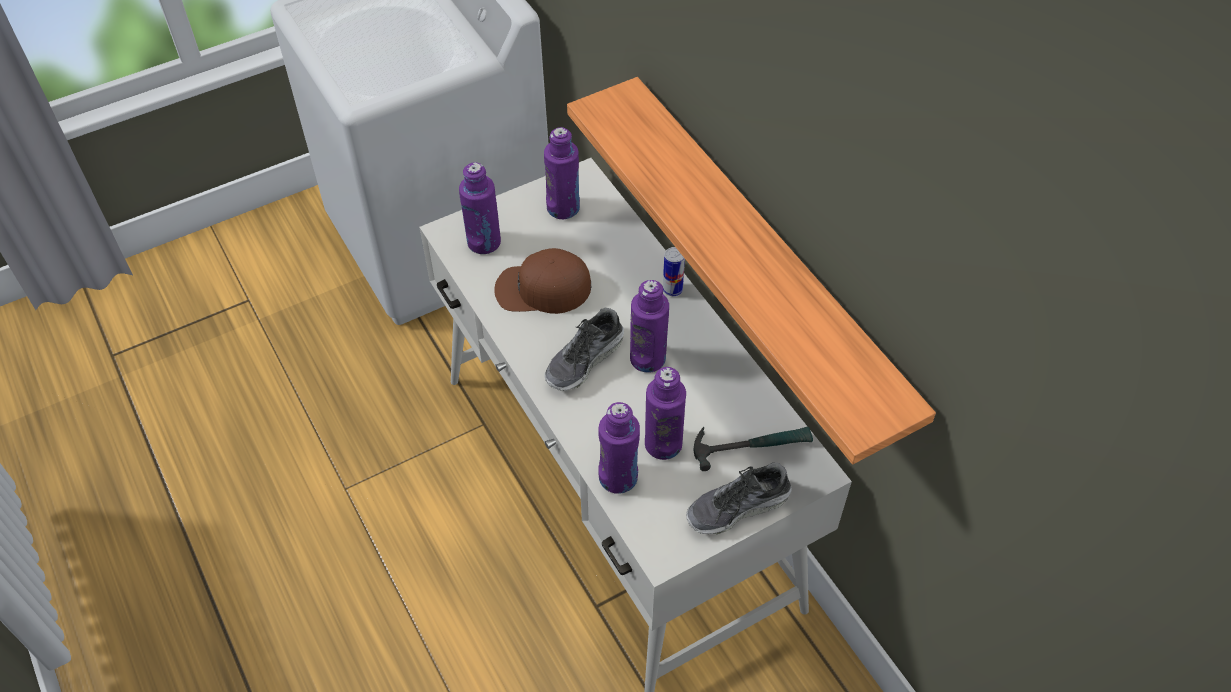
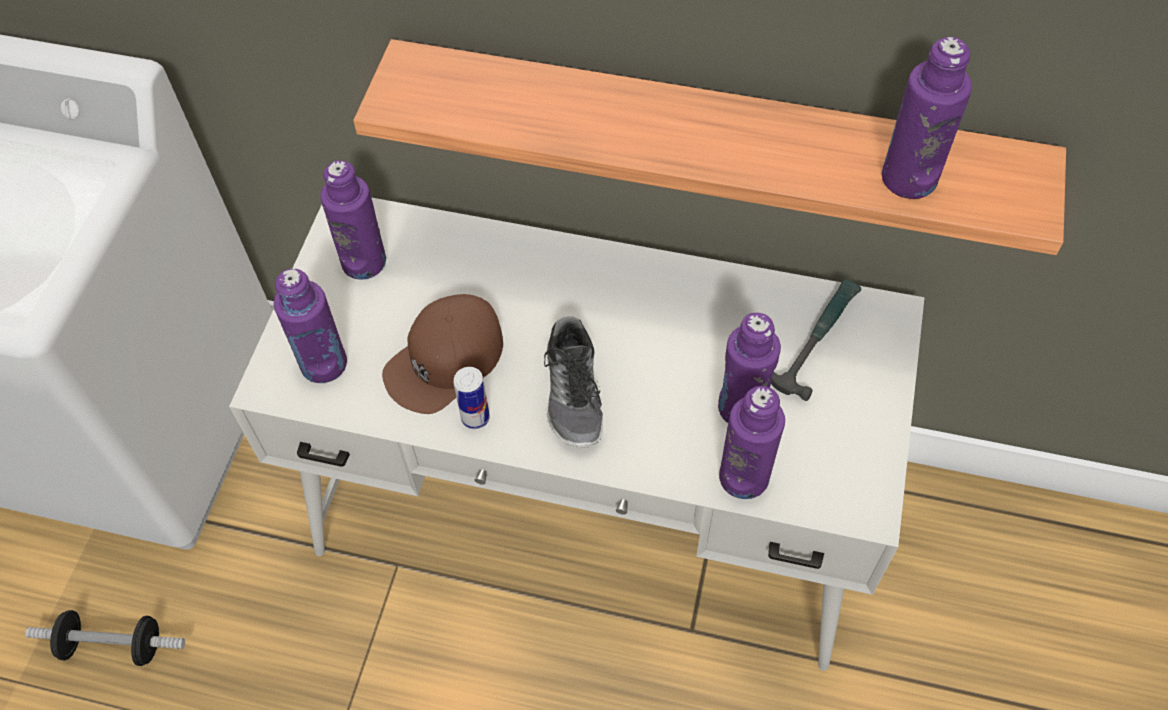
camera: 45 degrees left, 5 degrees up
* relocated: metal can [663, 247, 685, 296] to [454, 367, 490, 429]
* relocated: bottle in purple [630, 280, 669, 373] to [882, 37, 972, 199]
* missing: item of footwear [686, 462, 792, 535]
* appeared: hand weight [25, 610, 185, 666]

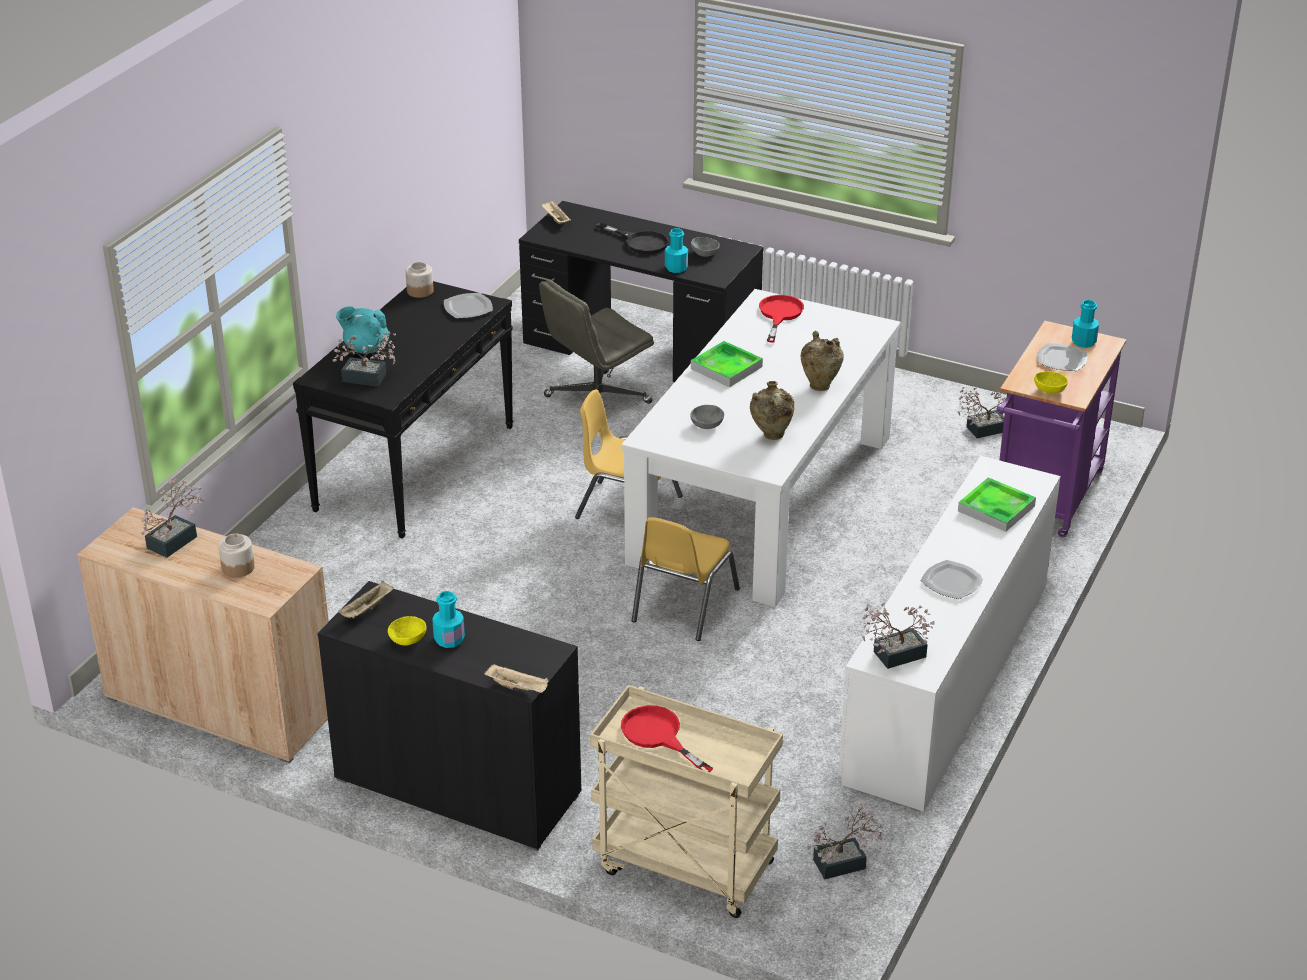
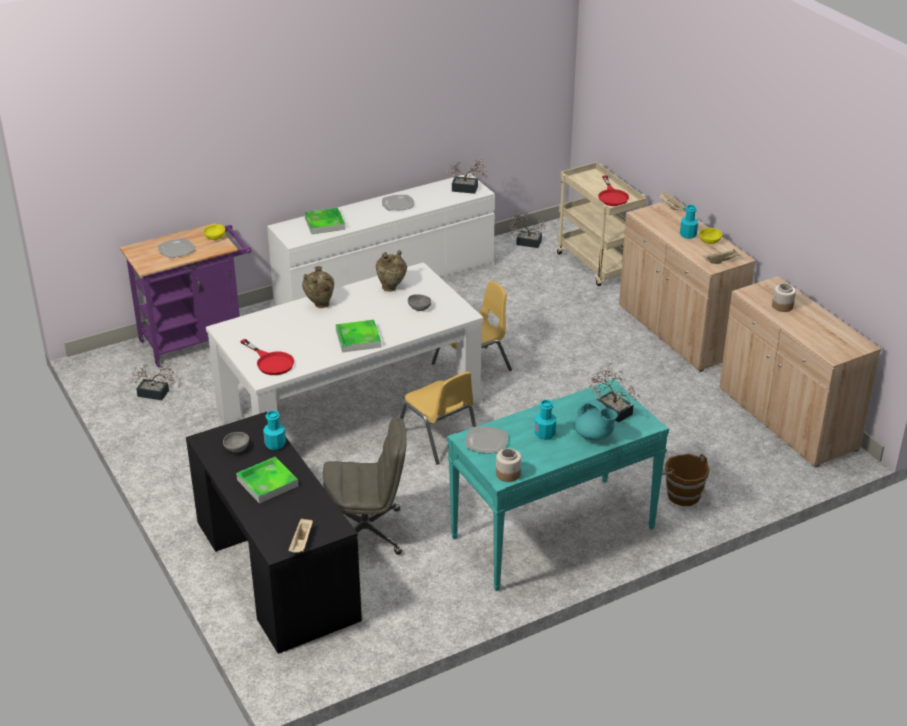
camera: 145 degrees left, 0 degrees up
* exchanged: skillet in blackish [596, 222, 669, 254] to carrying tray [236, 457, 298, 504]
* colour: narrow table in blackish [293, 281, 514, 539] to narrow table in blue-green [447, 379, 669, 591]
* spun: skillet in reddish [759, 295, 804, 343] = [240, 339, 294, 375] 90 degrees counterclockwise
* relocated: bottle in blue-green [1072, 300, 1099, 348] to [535, 400, 556, 440]
* missing: plant in a pot [141, 478, 204, 558]
* colour: cabinet in blackish [317, 581, 581, 851] to cabinet in sand-coloured [619, 201, 756, 372]
* appeared: water bucket in brown [662, 454, 710, 506]

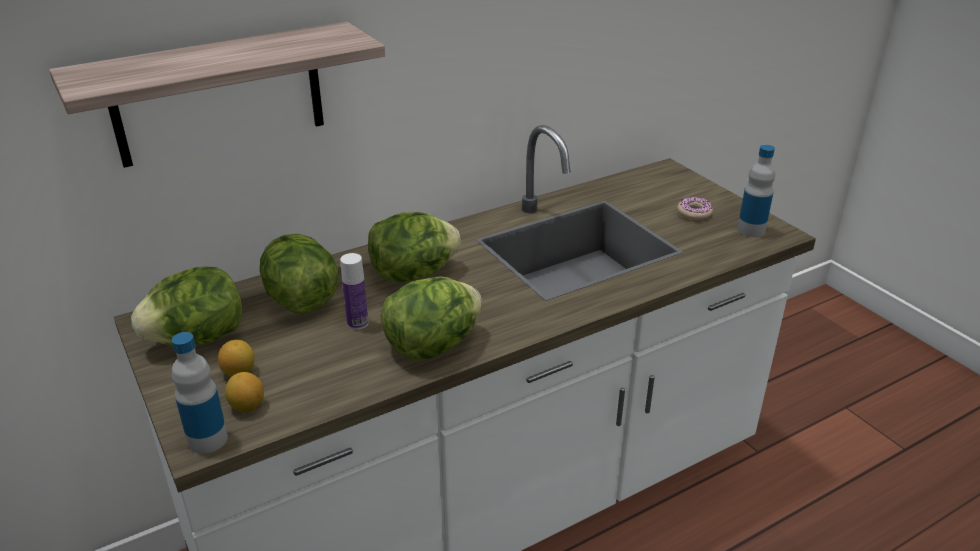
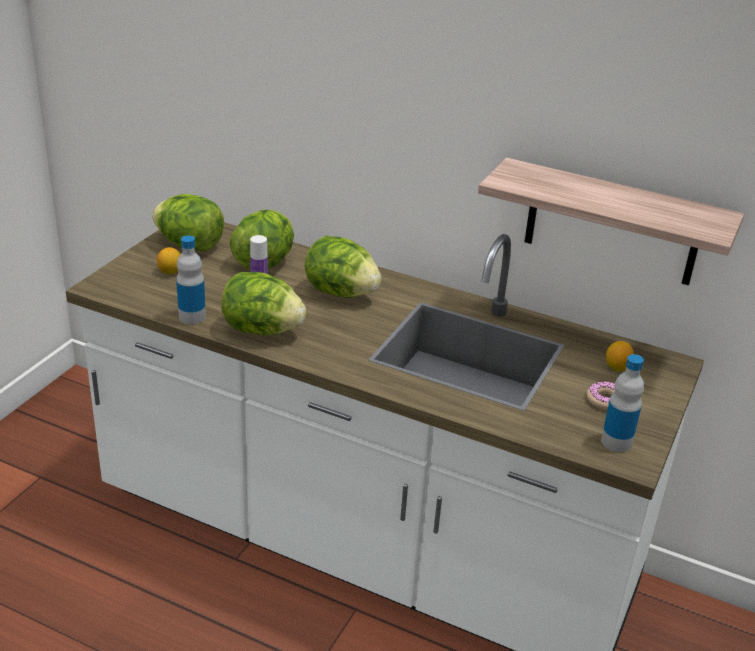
camera: 55 degrees right, 0 degrees up
* relocated: shelf [49, 22, 385, 168] to [478, 158, 744, 286]
* relocated: bottle [172, 332, 228, 454] to [176, 235, 206, 324]
* relocated: whole lemon [225, 372, 264, 412] to [606, 341, 634, 371]

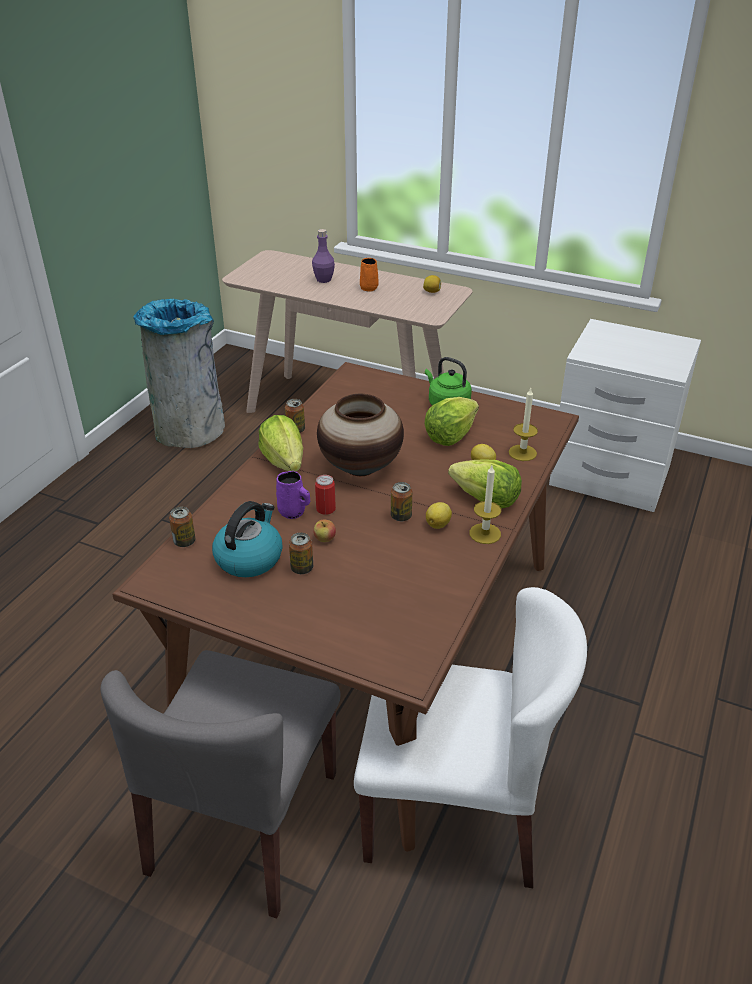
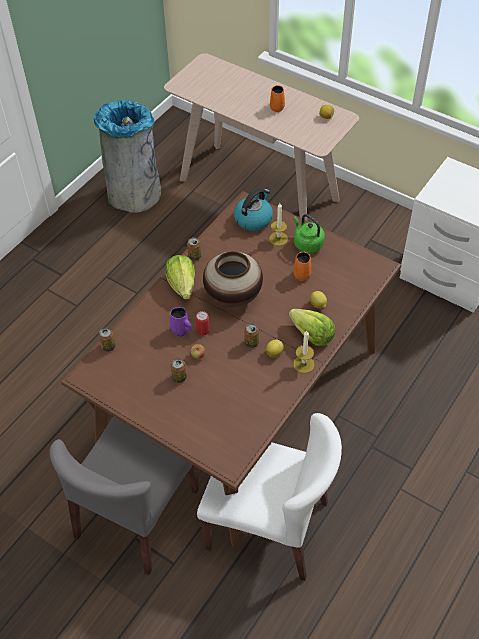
camera: 10 degrees right, 15 degrees up
* missing: bottle in purple [312, 229, 335, 283]
* relocated: wax candle [509, 388, 538, 461] to [269, 203, 288, 246]
* exchanged: head of lettuce [425, 397, 479, 446] to coffee mug in orange-coloured [293, 251, 311, 281]
* relocated: water kettle [212, 501, 283, 577] to [234, 189, 273, 231]

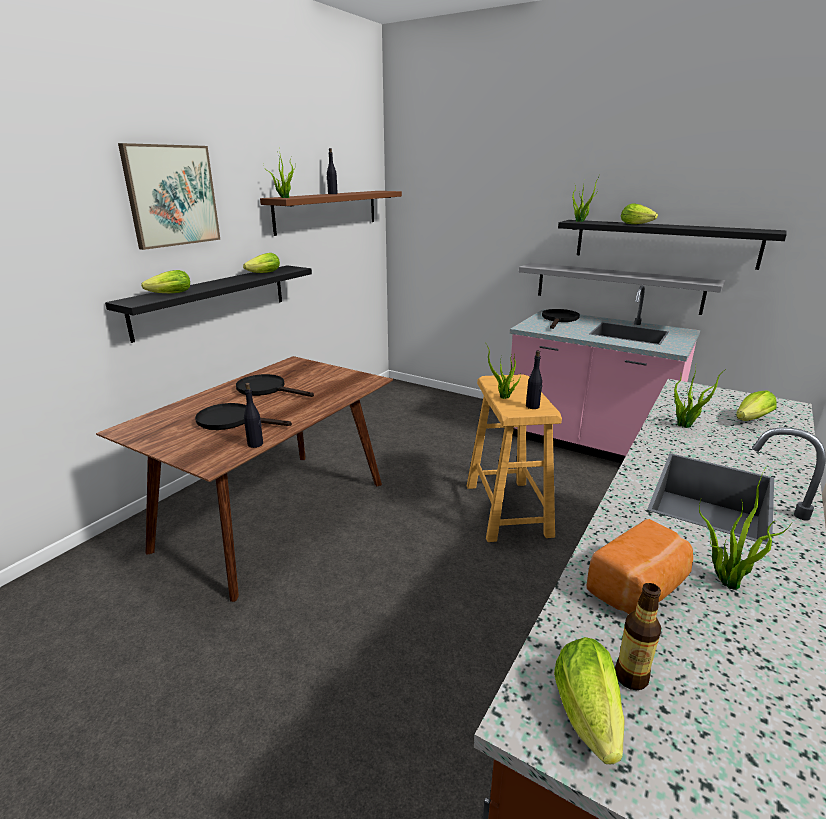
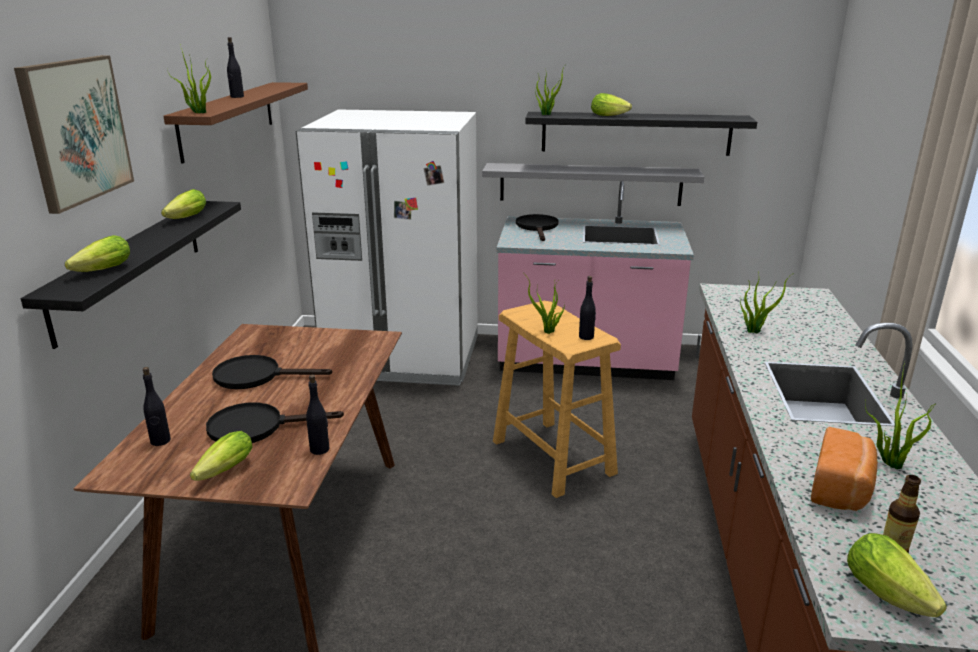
camera: 25 degrees left, 0 degrees up
* relocated: head of lettuce [736, 390, 777, 421] to [190, 431, 253, 481]
* appeared: refrigerator in white [296, 110, 478, 386]
* appeared: bottle in blackish [143, 367, 171, 446]

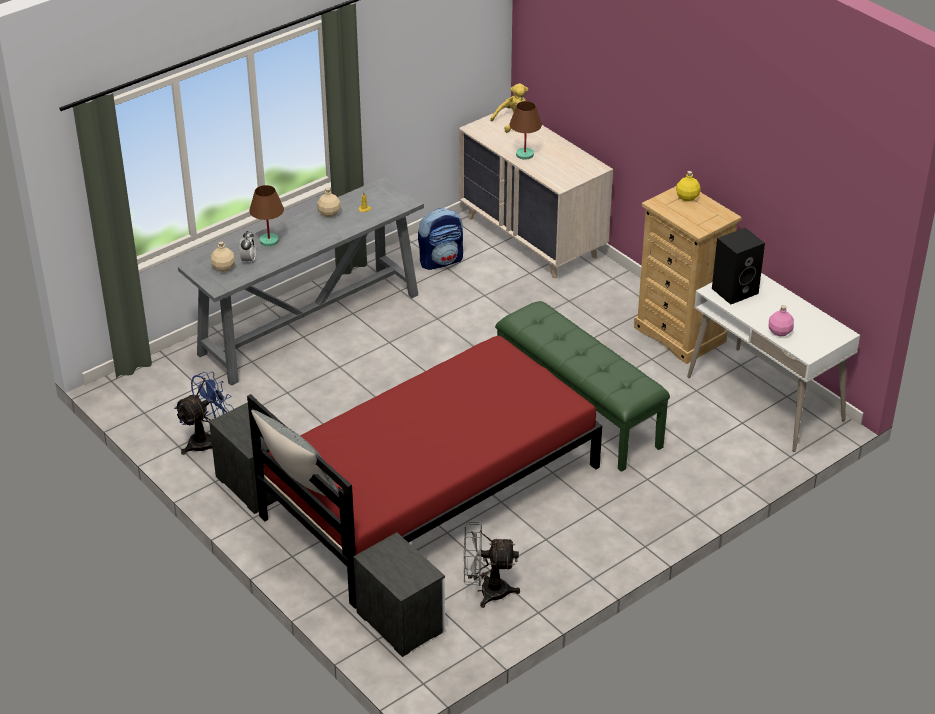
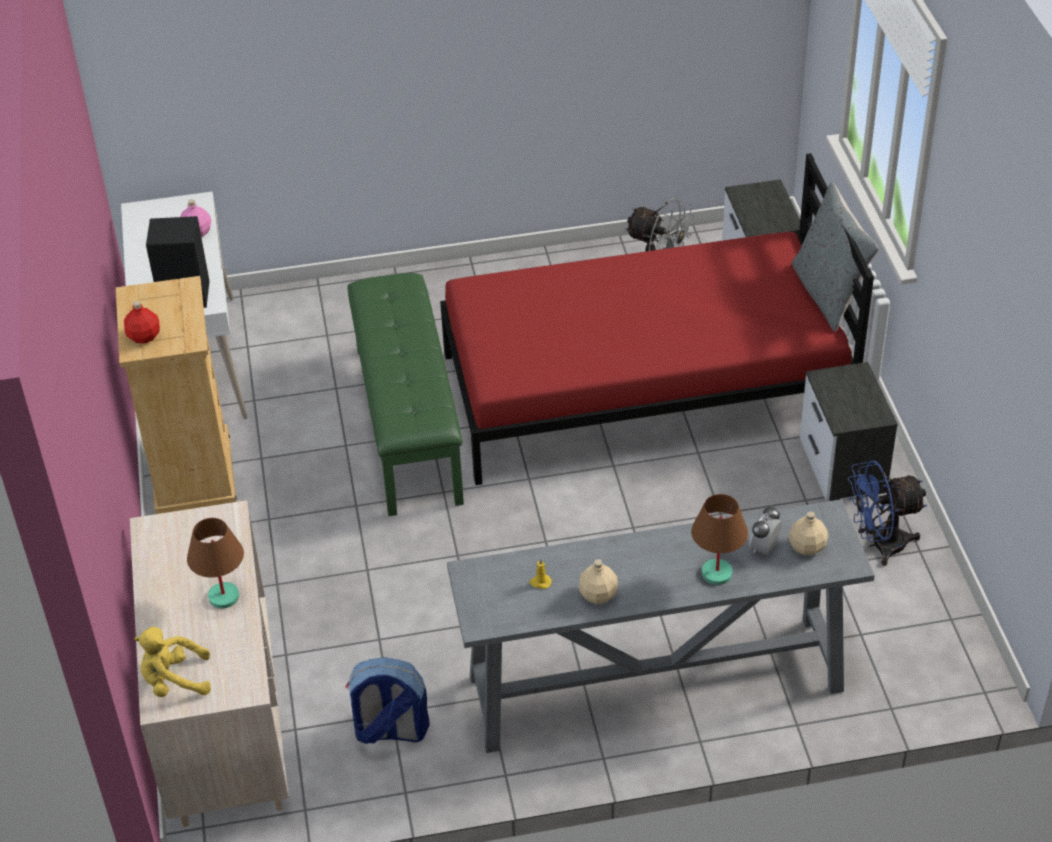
camera: 150 degrees left, 5 degrees up
* colour: bottle in yellow [676, 171, 701, 201] to bottle in reddish [124, 301, 160, 344]

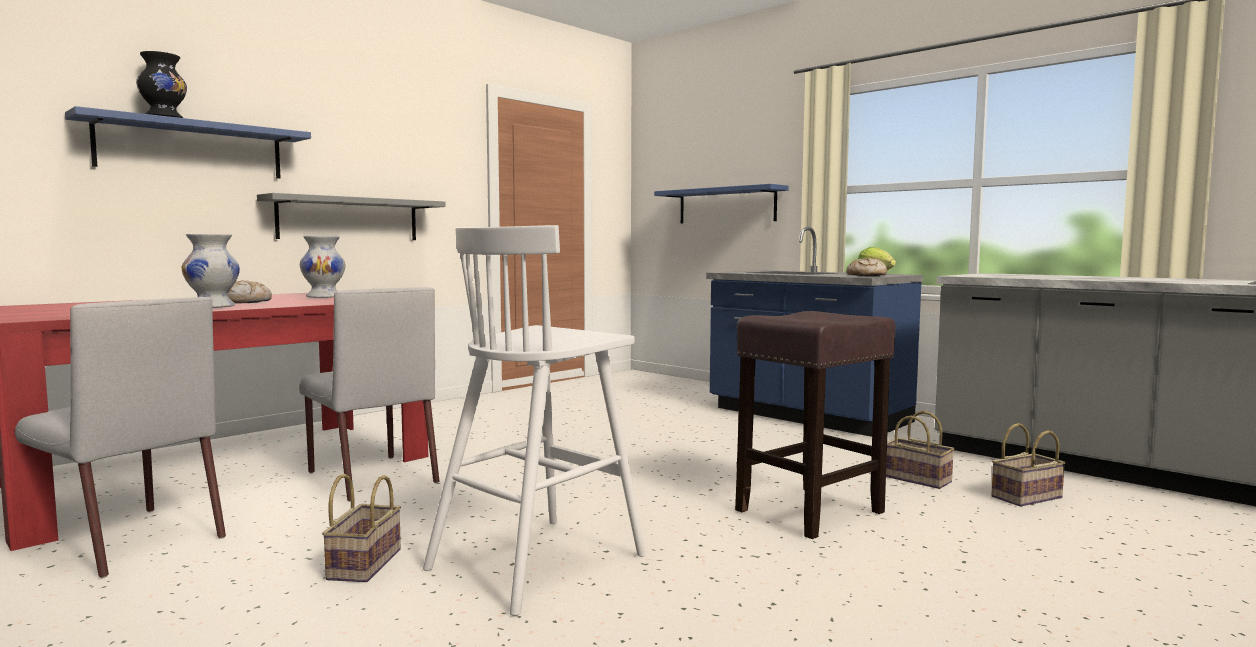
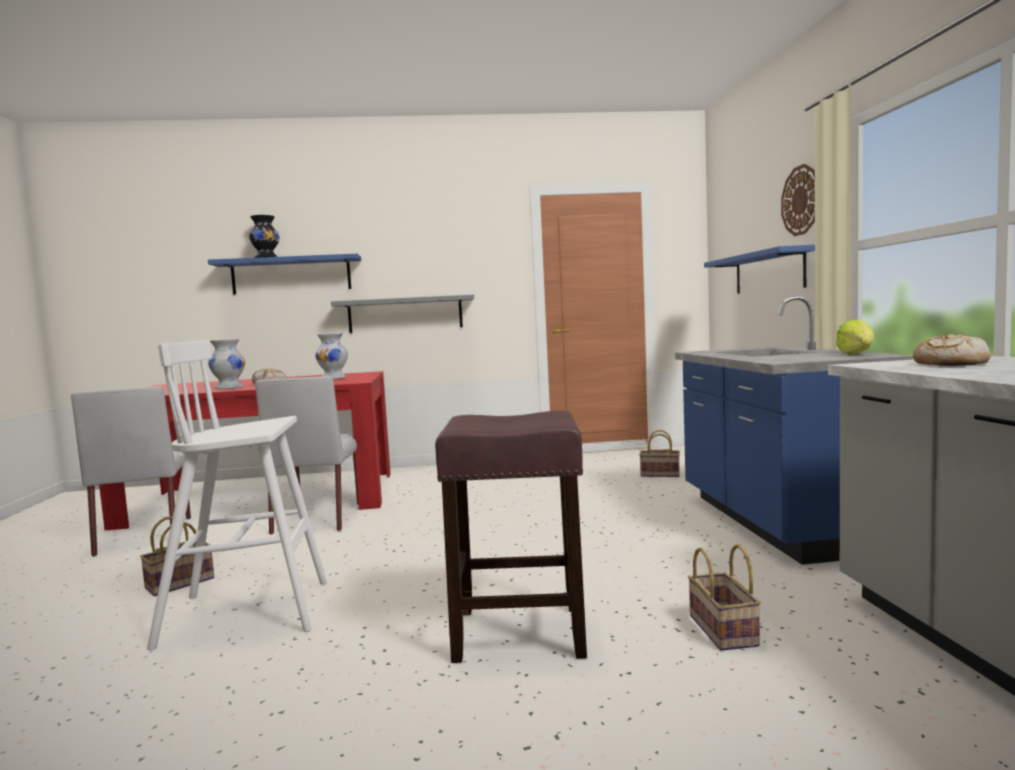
camera: 40 degrees right, 0 degrees up
* relocated: bakery bread [846, 258, 887, 276] to [913, 334, 991, 366]
* relocated: storage basket [991, 423, 1066, 507] to [639, 430, 680, 477]
* appeared: hanging clock [781, 164, 815, 236]

